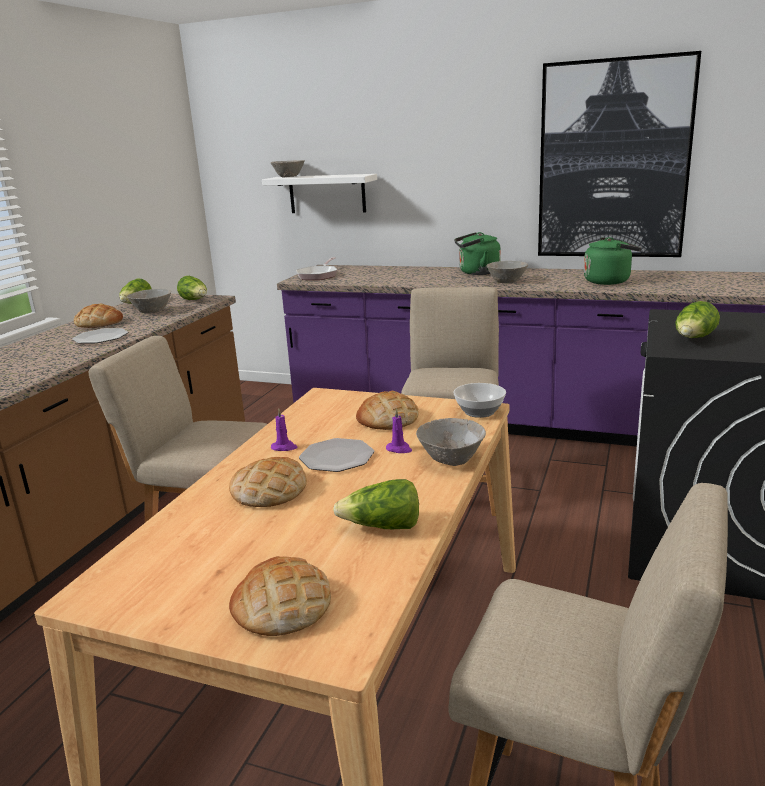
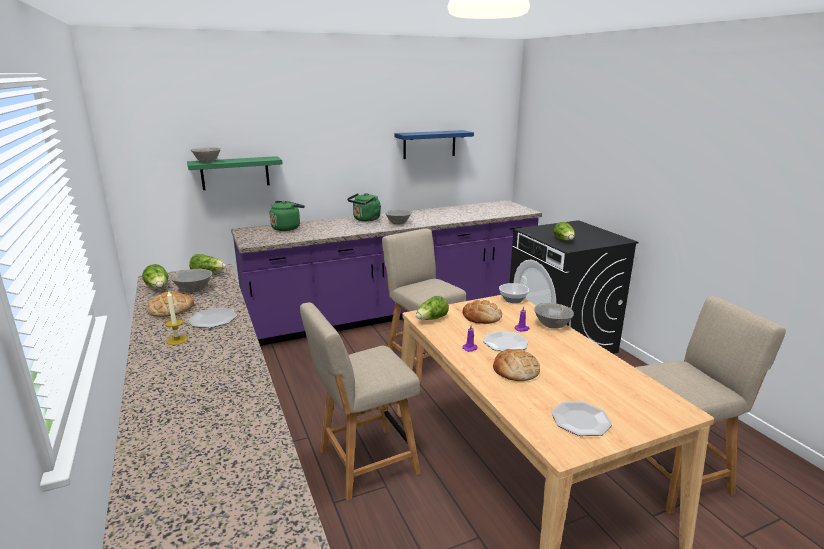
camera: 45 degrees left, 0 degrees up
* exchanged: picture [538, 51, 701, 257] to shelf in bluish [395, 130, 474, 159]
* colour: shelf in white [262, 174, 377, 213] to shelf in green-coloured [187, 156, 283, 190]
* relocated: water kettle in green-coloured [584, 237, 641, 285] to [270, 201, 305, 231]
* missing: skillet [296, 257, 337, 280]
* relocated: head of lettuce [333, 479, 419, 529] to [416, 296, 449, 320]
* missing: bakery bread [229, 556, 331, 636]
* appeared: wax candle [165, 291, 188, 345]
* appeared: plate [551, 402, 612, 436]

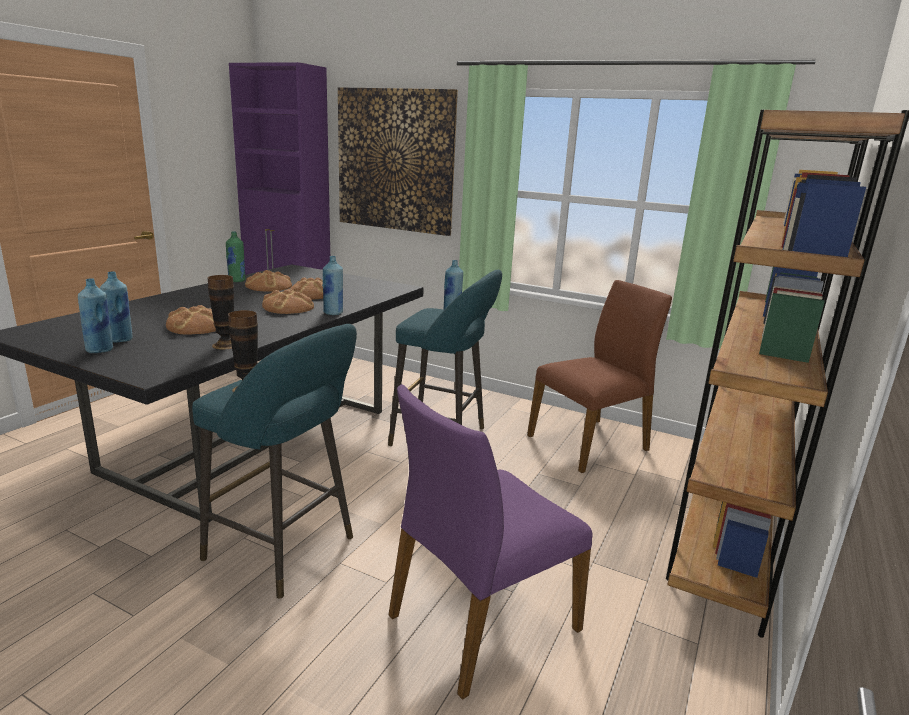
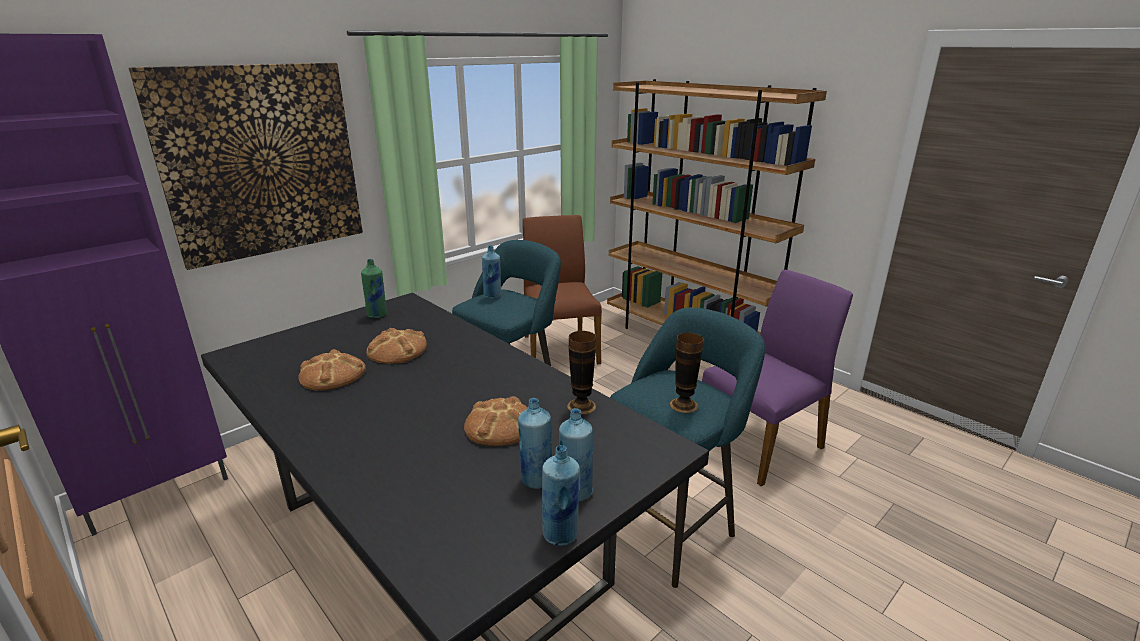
camera: 70 degrees left, 5 degrees up
* relocated: bottle in green-coloured [226, 231, 245, 282] to [361, 259, 387, 318]
* relocated: bottle in bluish [322, 256, 343, 315] to [542, 445, 580, 546]
* missing: bakery bread [262, 289, 314, 314]
* spun: upright chair in purple [388, 384, 593, 700] = [702, 270, 853, 487] 105 degrees counterclockwise

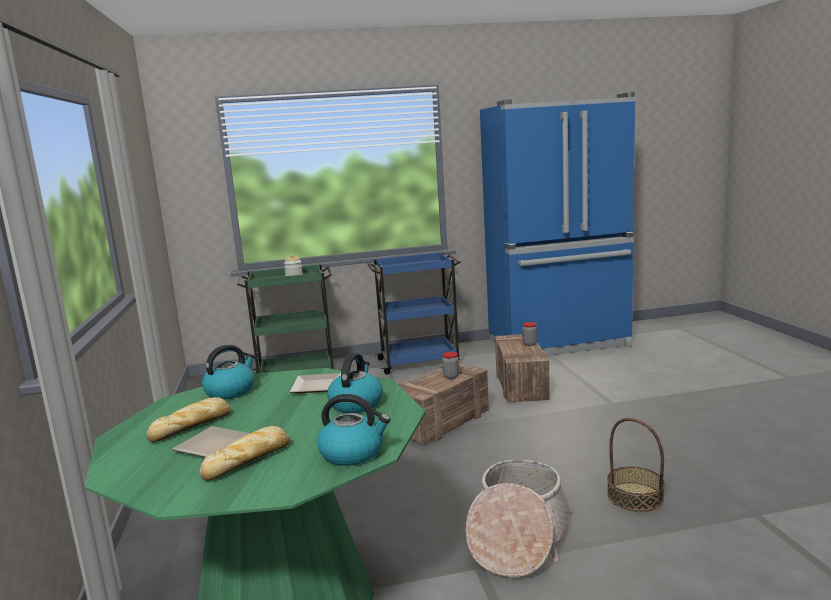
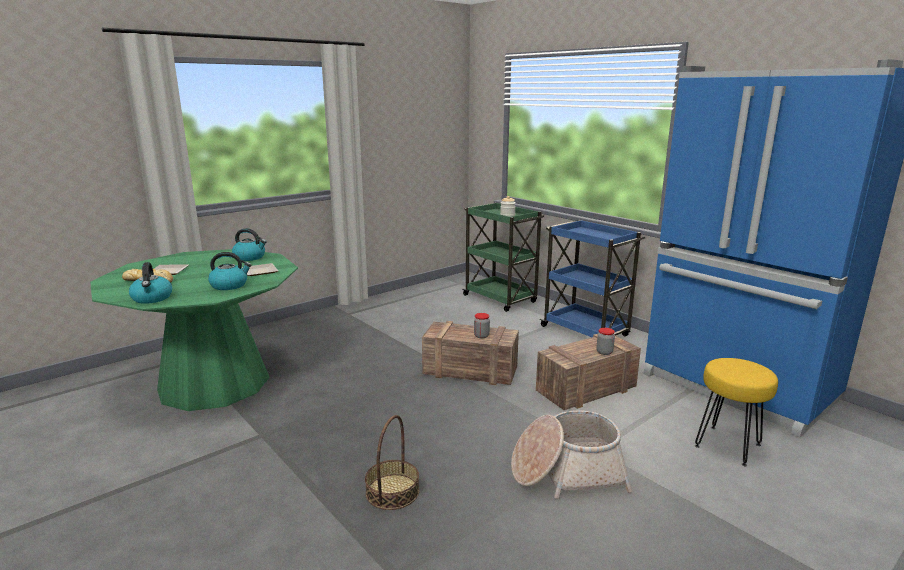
camera: 60 degrees right, 5 degrees up
* missing: bakery bread [147, 397, 231, 442]
* relocated: storage basket [466, 460, 573, 578] to [511, 410, 632, 499]
* appeared: stool seat in yellow [695, 358, 778, 466]

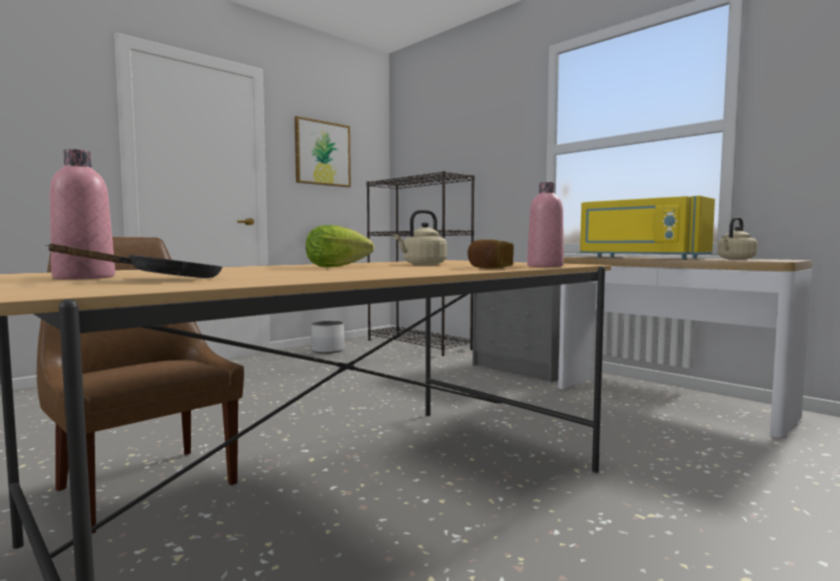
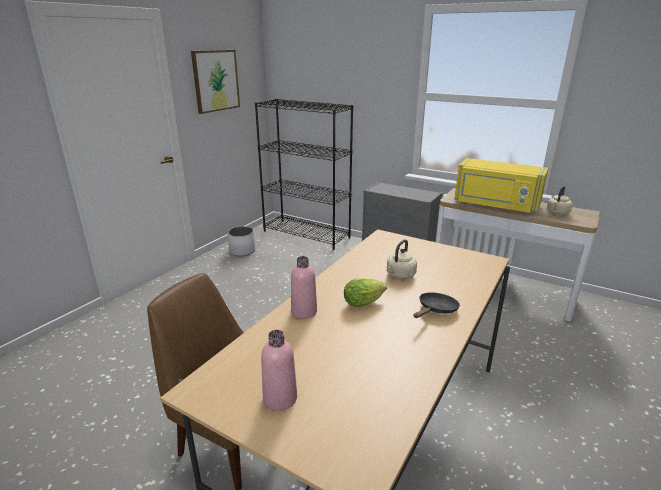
camera: 15 degrees left, 20 degrees up
* relocated: bottle in pinkish [527, 182, 564, 267] to [291, 256, 317, 319]
* missing: bakery bread [468, 239, 514, 268]
* relocated: skillet in blackish [46, 244, 223, 278] to [413, 292, 460, 318]

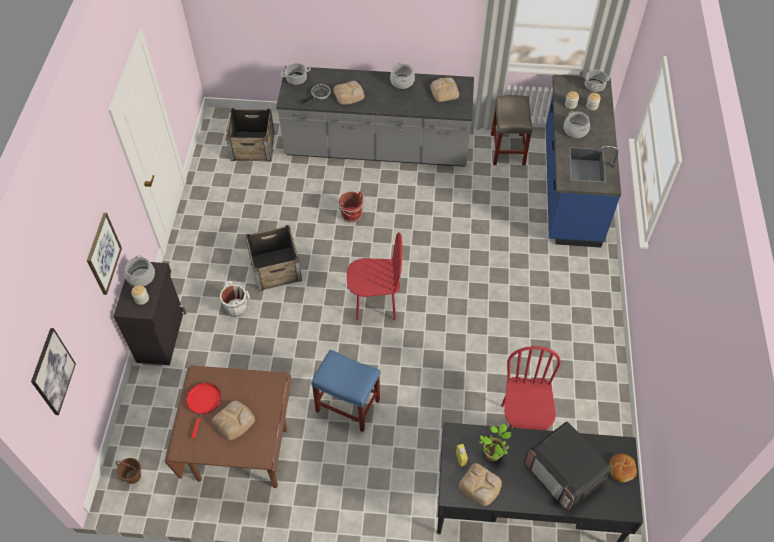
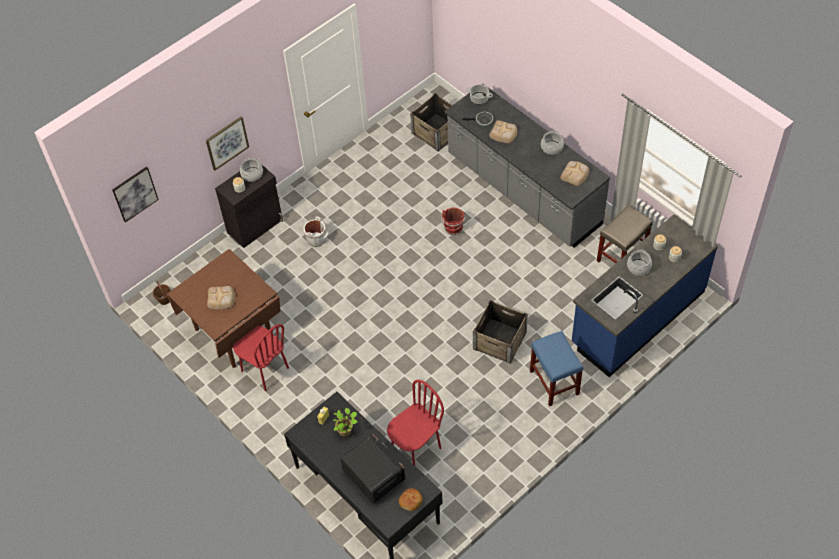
camera: 45 degrees right, 0 degrees up
* missing: saucepot [585, 70, 608, 92]
* relocated: packing crate [245, 225, 302, 291] to [473, 300, 528, 364]
* relocated: upright chair in reddish [347, 232, 402, 320] to [233, 324, 289, 391]
* relocated: stool seat in bluish [311, 349, 380, 432] to [530, 331, 583, 406]
* missing: skillet in reddish [186, 383, 221, 438]
* spun: kitchen microwave [524, 422, 611, 511] = [340, 434, 406, 504] 135 degrees clockwise
* missing: bakery bread [459, 463, 502, 506]

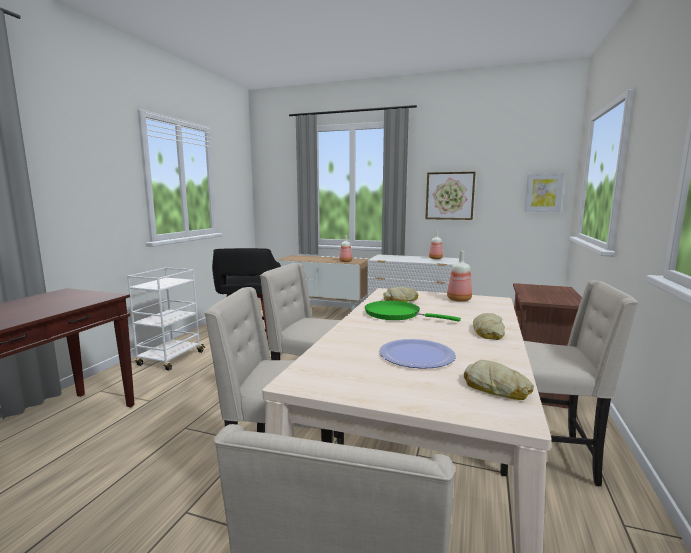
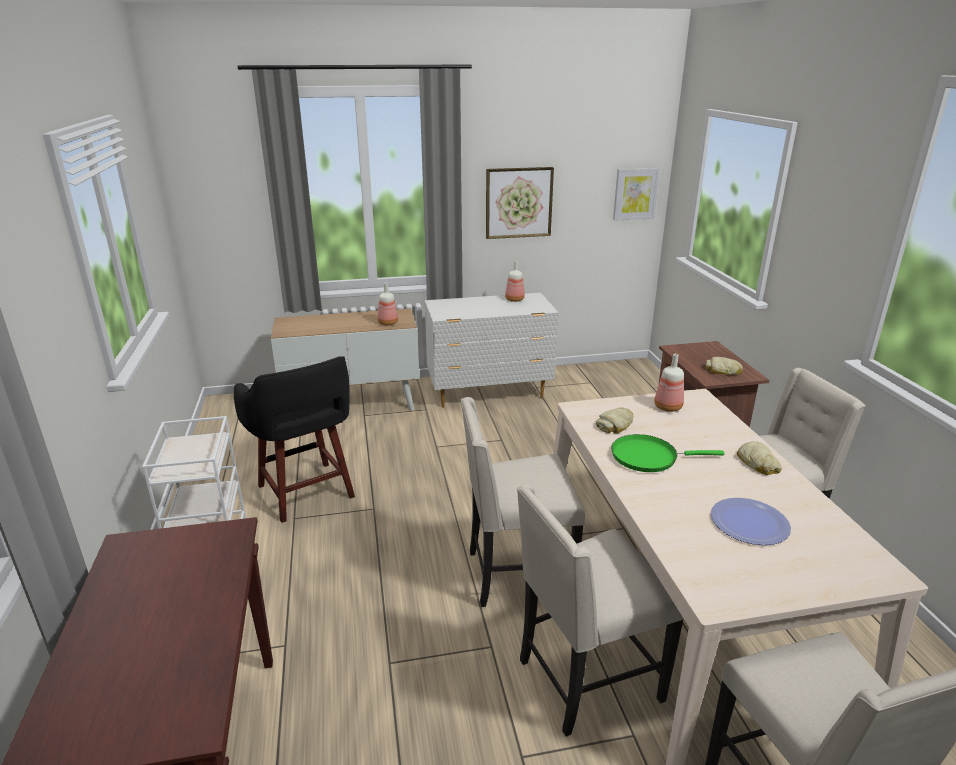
camera: 30 degrees left, 15 degrees up
* relocated: bakery bread [464, 360, 534, 400] to [706, 357, 743, 375]

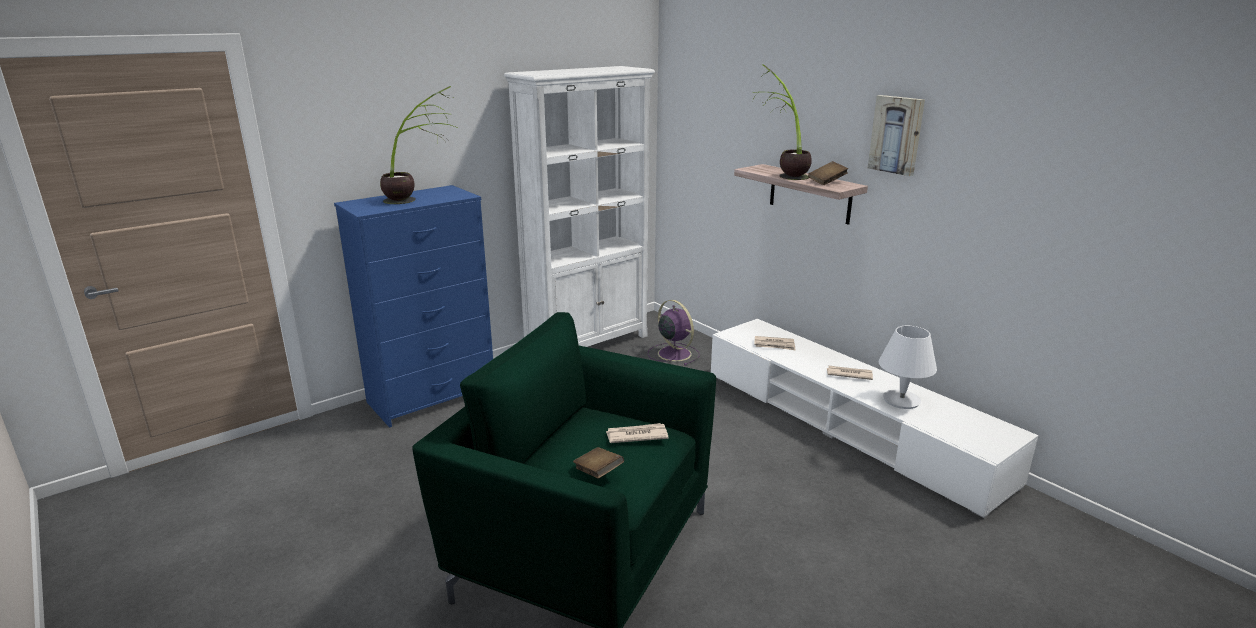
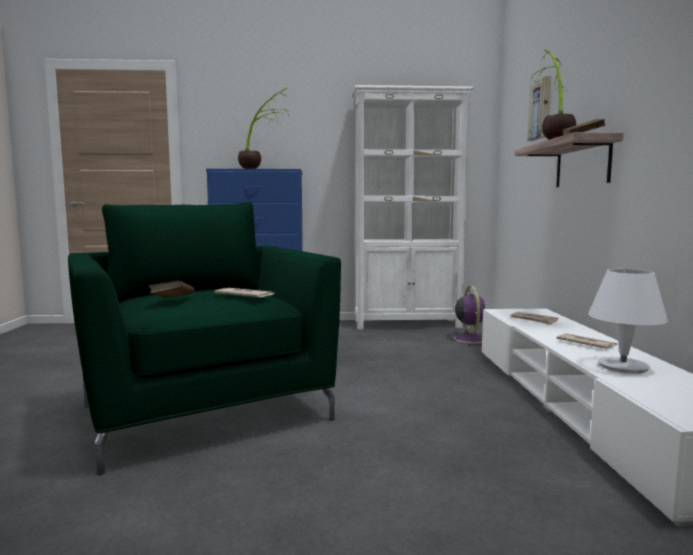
camera: 35 degrees right, 15 degrees down
* relocated: picture [868, 95, 925, 176] to [527, 76, 551, 141]

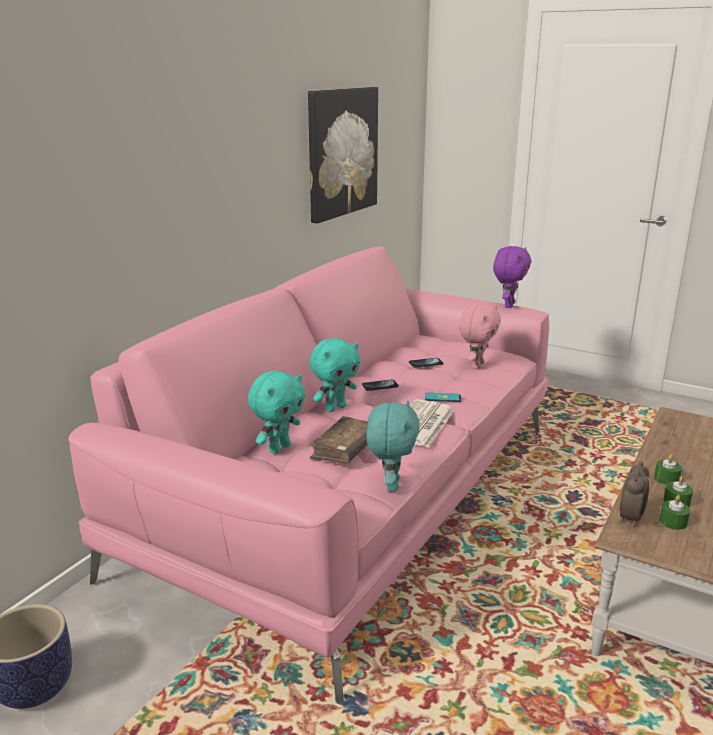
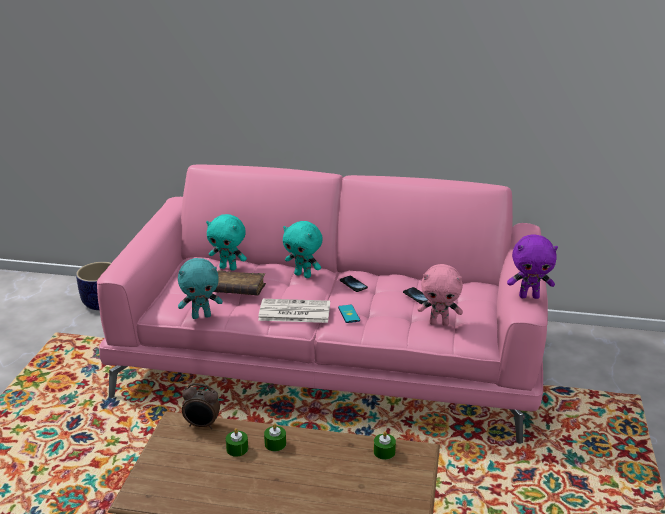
camera: 70 degrees right, 5 degrees up
* missing: picture [308, 87, 378, 224]
* relocated: wax candle in green-coloured [659, 495, 690, 530] to [374, 431, 396, 460]

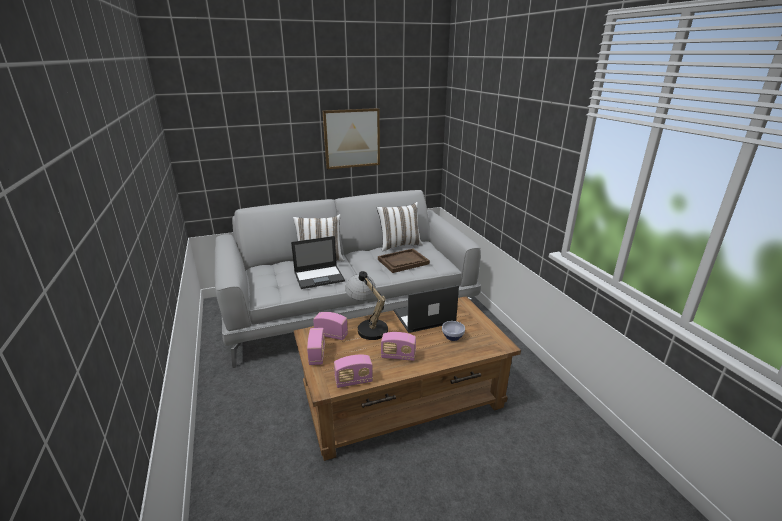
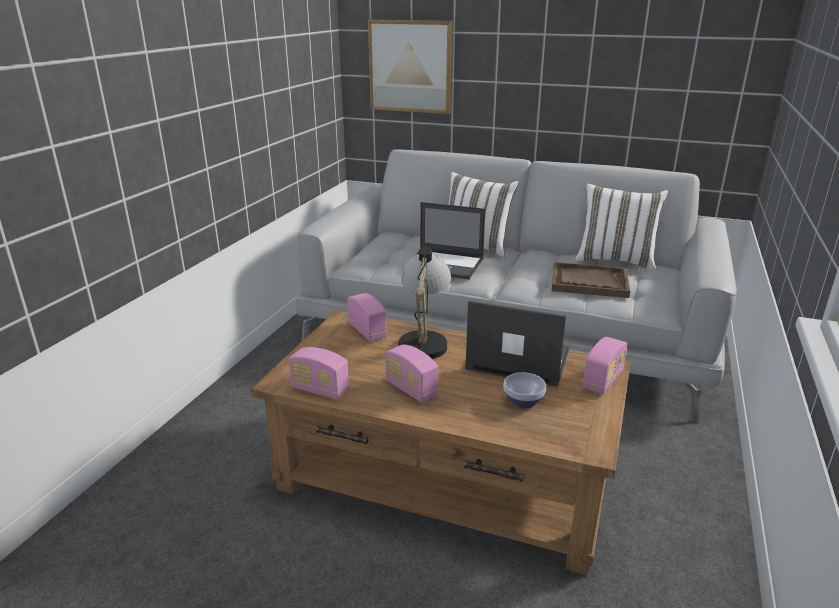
camera: 40 degrees right, 0 degrees up
* relocated: picture [323, 108, 380, 169] to [368, 20, 453, 114]
* relocated: radio [307, 328, 325, 365] to [583, 337, 627, 394]

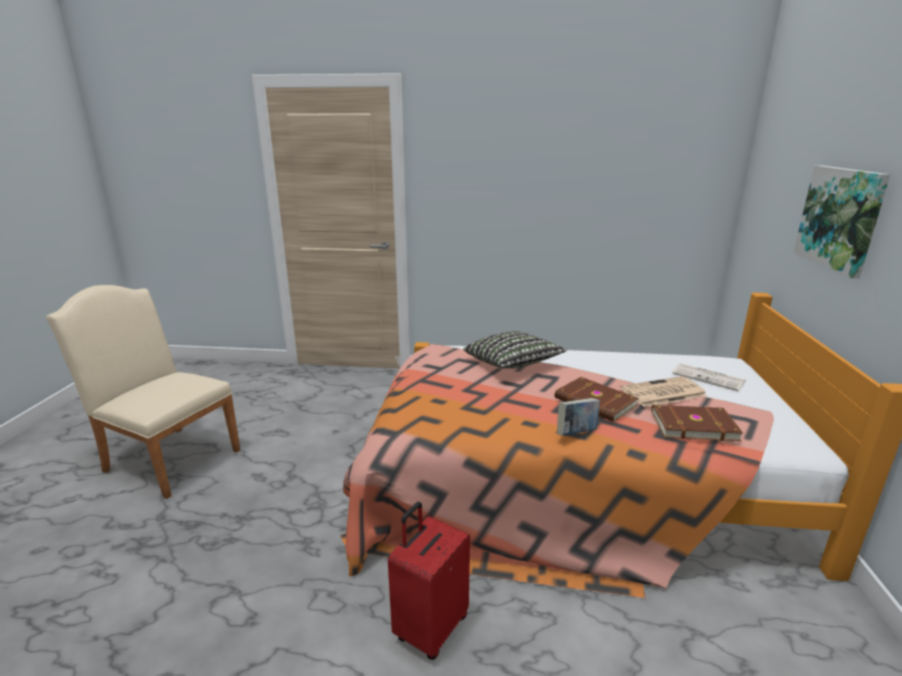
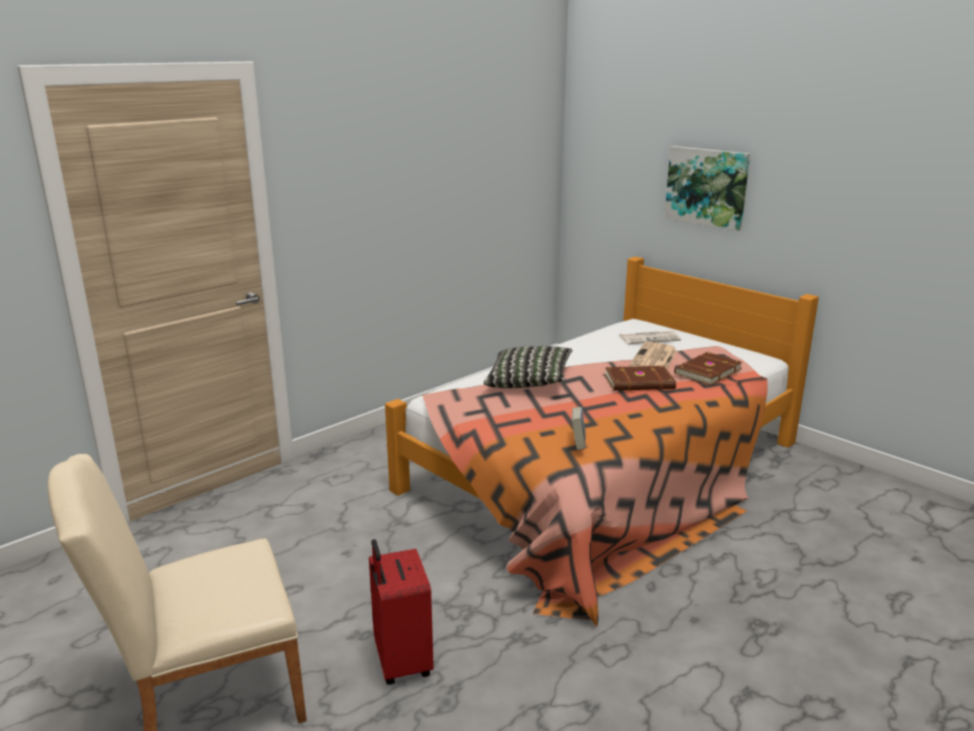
camera: 50 degrees left, 0 degrees up
* relocated: bound book [557, 398, 600, 436] to [572, 407, 586, 450]
* relocated: suitcase in reddish [388, 502, 470, 660] to [369, 539, 434, 685]

